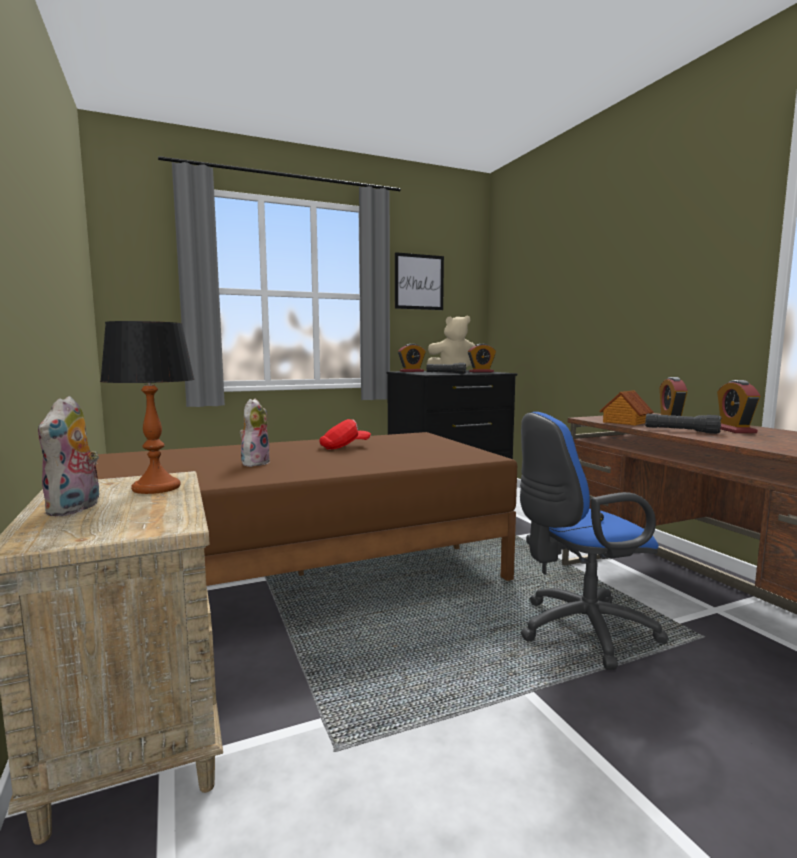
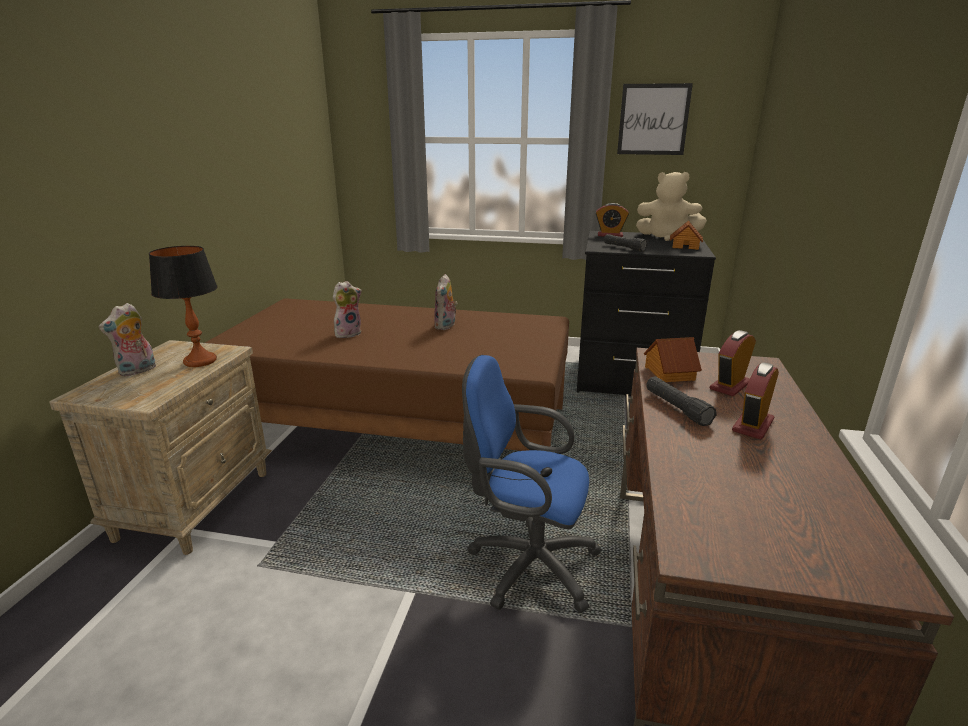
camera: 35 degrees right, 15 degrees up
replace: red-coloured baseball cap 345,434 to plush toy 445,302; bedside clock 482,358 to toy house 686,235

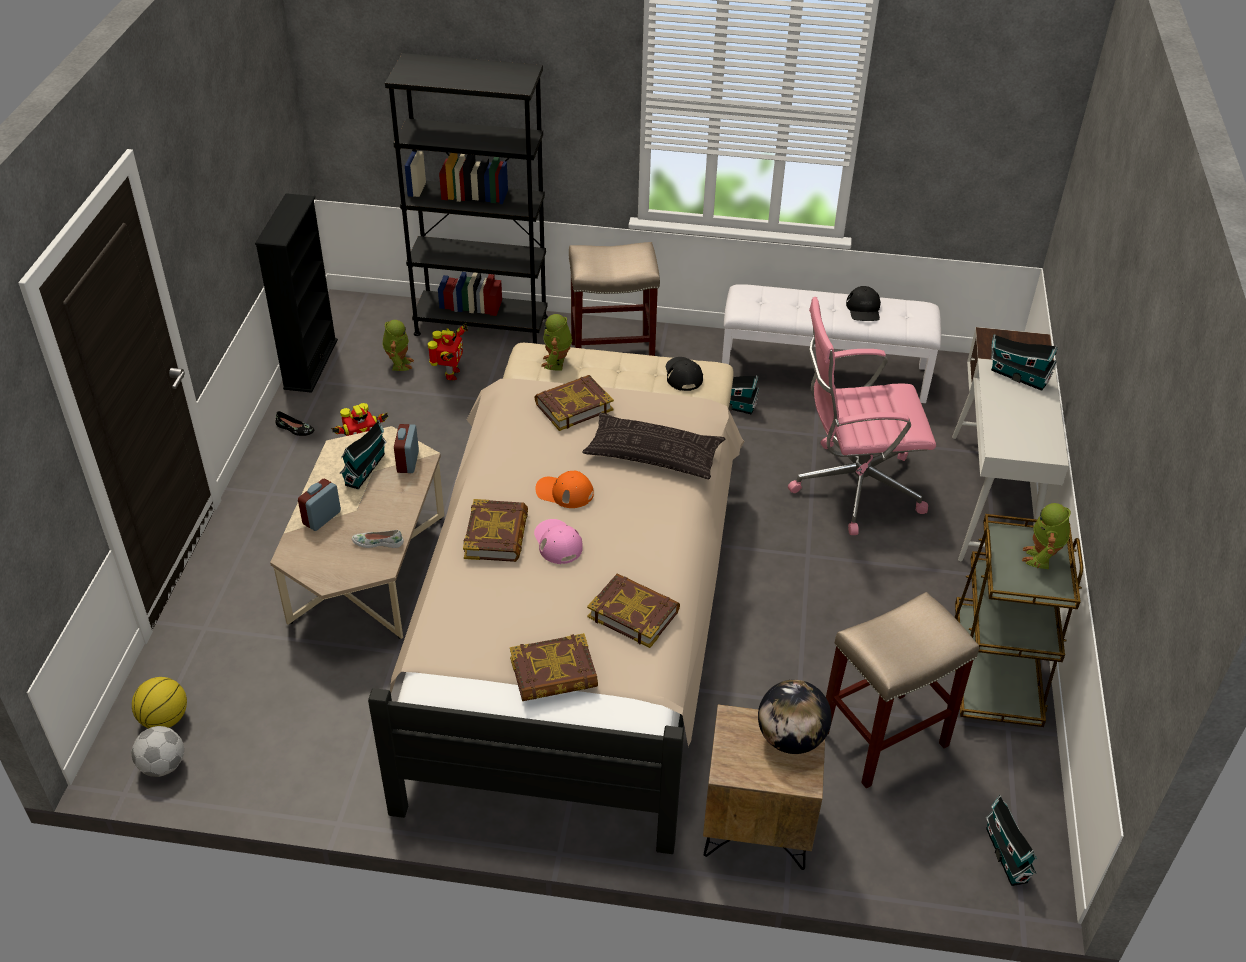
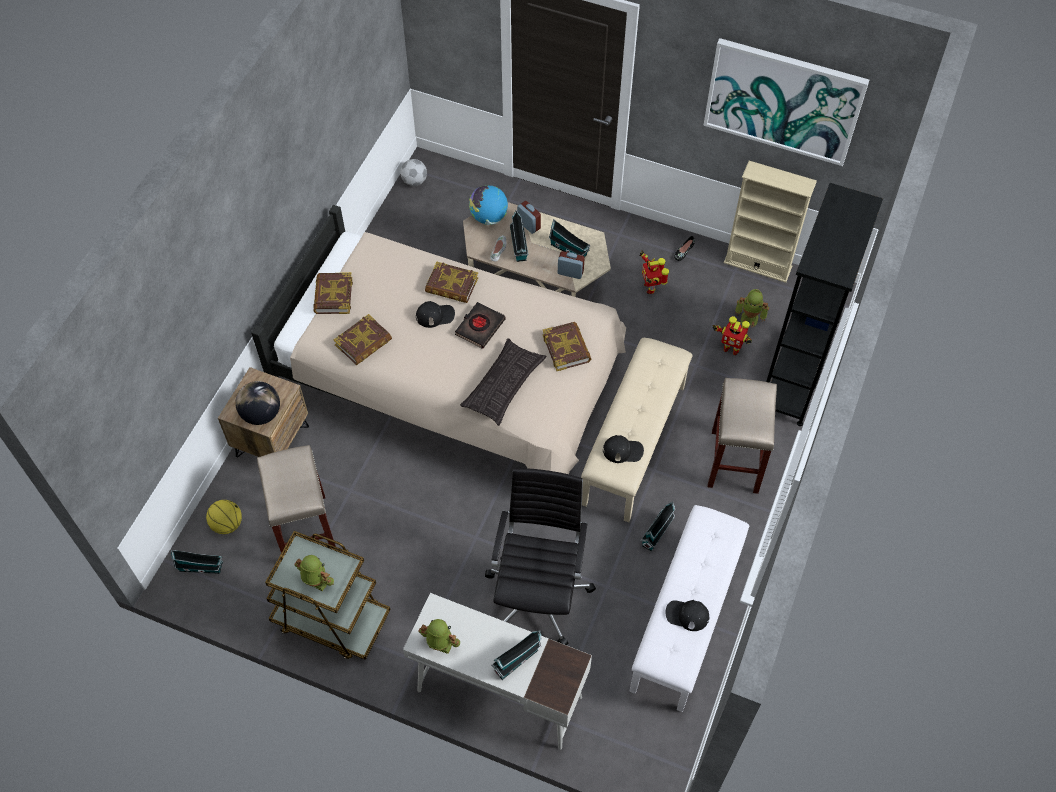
camera: 105 degrees right, 15 degrees up
insert: globe 488,205; toy house 519,236; wall art 786,102
move: basketball 159,702 to 224,517; model robot 556,342 to 439,636
replace: orange-coloured baseball cap 564,489 to black volume 480,325
recolor: black bookcase 296,293 to sand-coloured bookcase 770,222; pink baseball cap 558,541 to black baseball cap 435,314; pink office chair 862,416 to black office chair 540,556

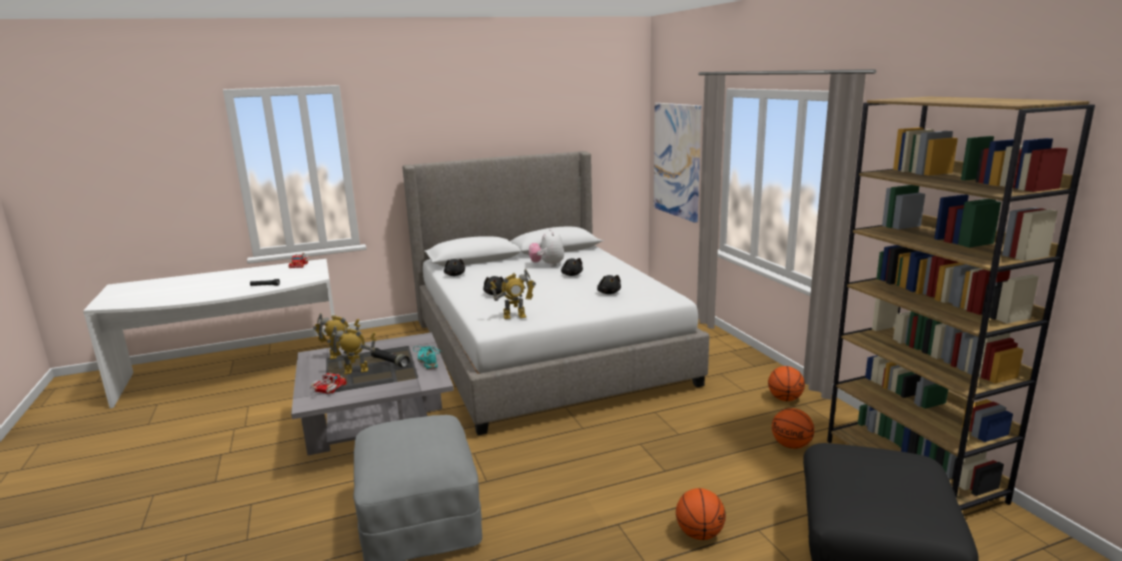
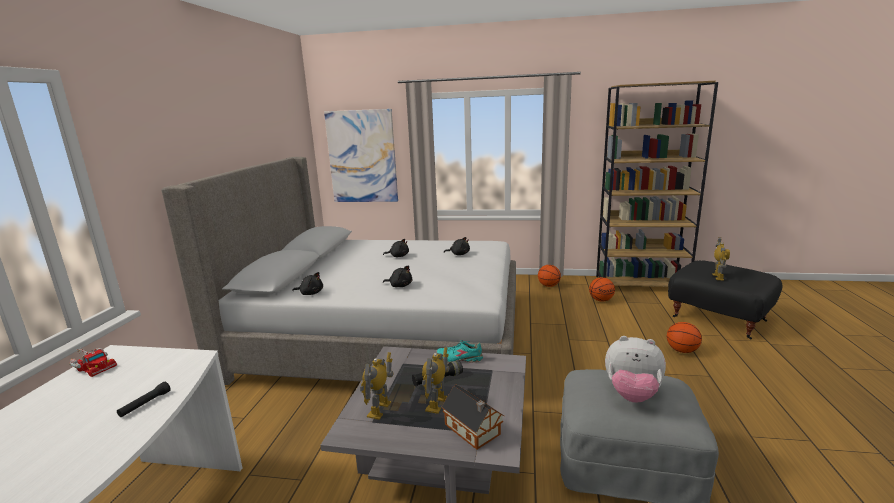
camera: 60 degrees left, 0 degrees up
move: model robot 513,294 to 721,259; plush toy 546,247 to 635,369
replace: toy lorry 328,383 to toy house 472,417

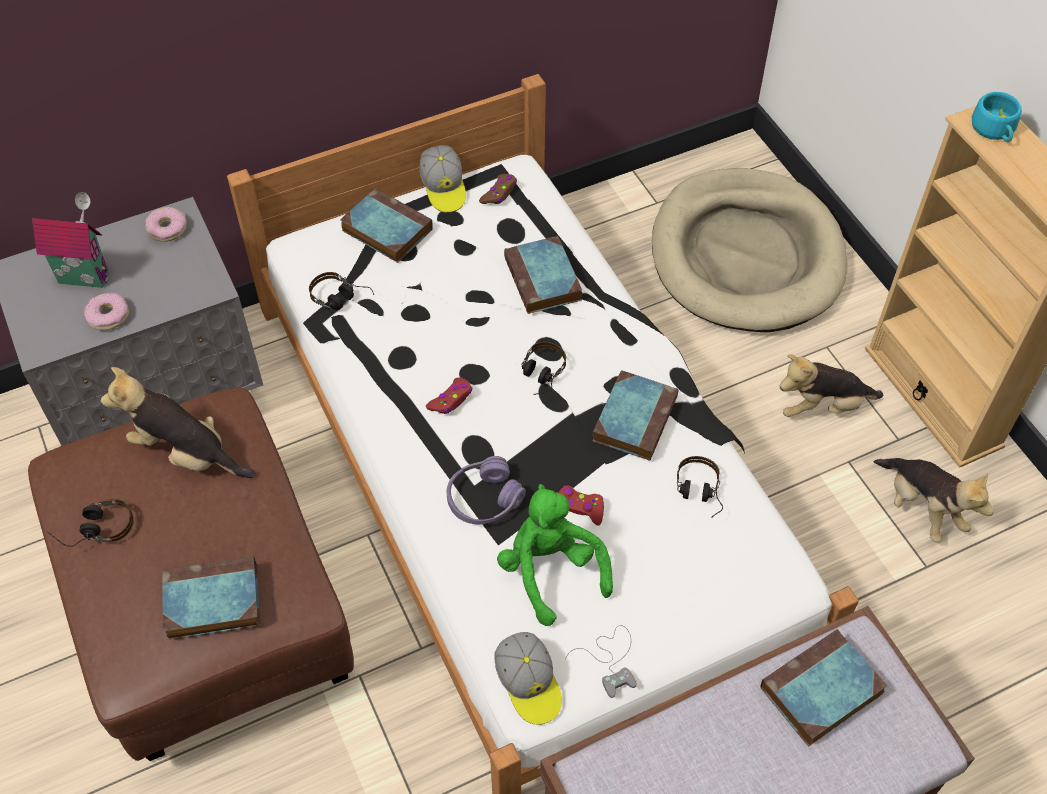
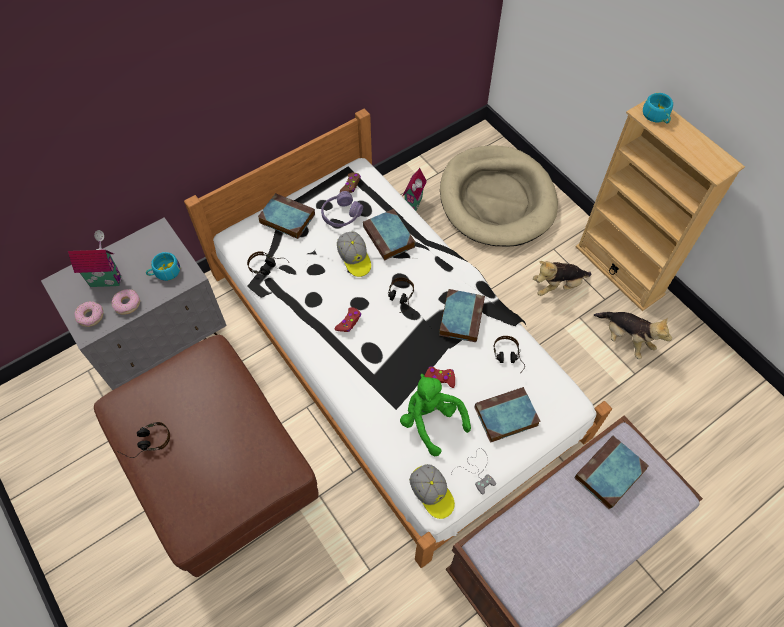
camera: 10 degrees left, 5 degrees up
delete: plush toy 178,422
insert: turquoise-coloured small cup 163,266; toy house 414,189
move: doughnut 166,224 to 88,314; volume 211,598 to 508,415; baseball cap 442,179 to 354,254; purple-coloured headphones 486,490 to 342,209

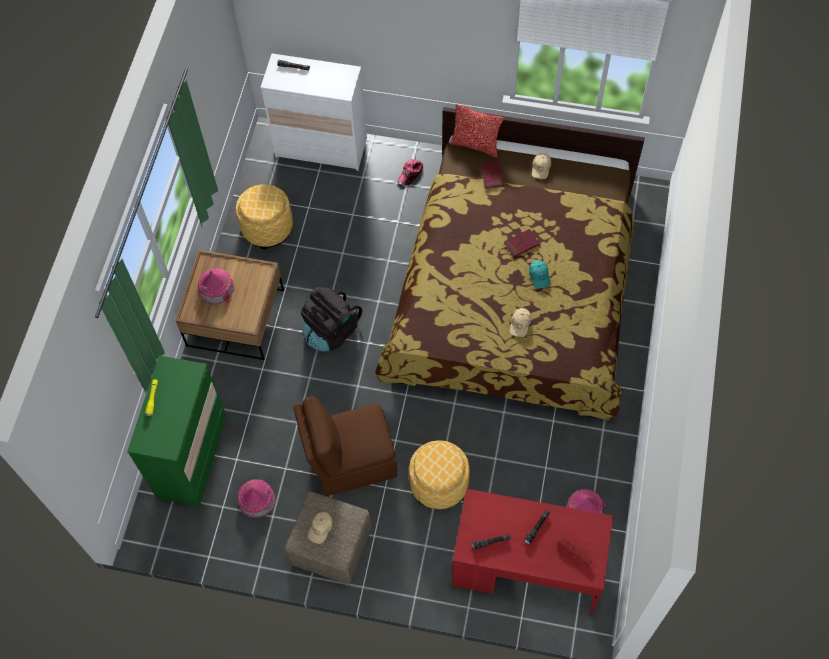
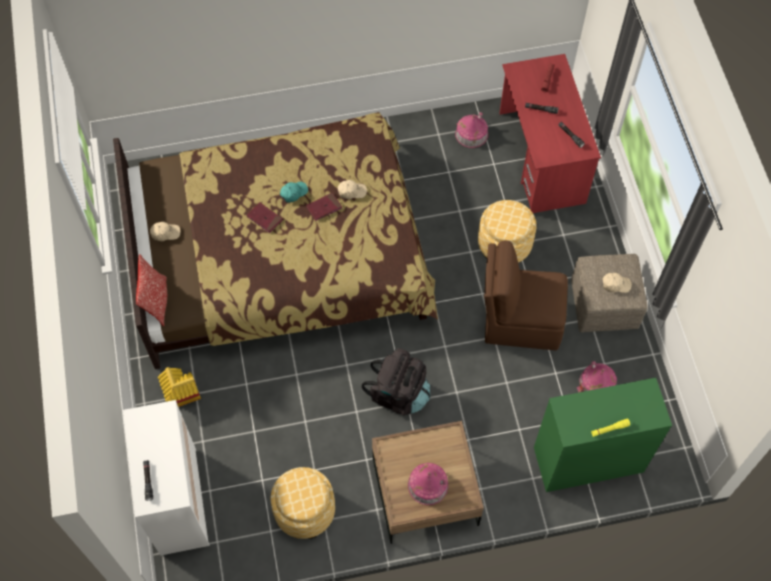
camera: 115 degrees left, 0 degrees up
move: red-coloured volume 492,175 to 324,207
replace: baseball cap 410,172 to toy house 179,387
rotate: brown plain chair 345,446 = 526,295 135 degrees clockwise

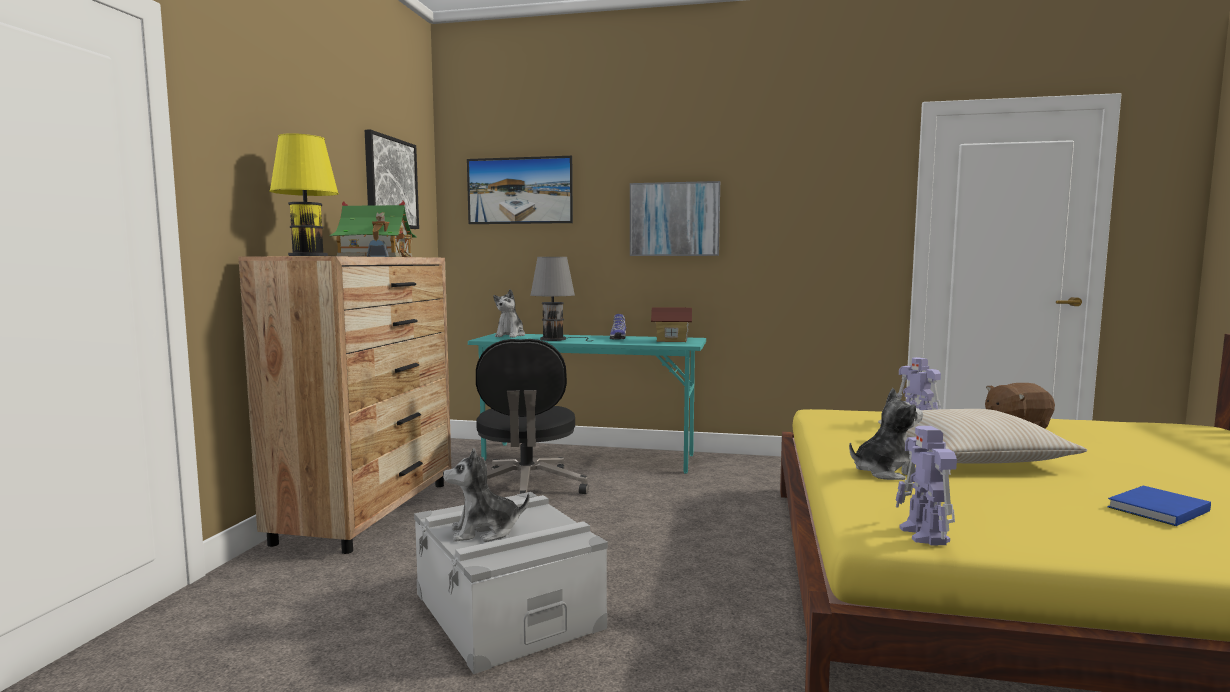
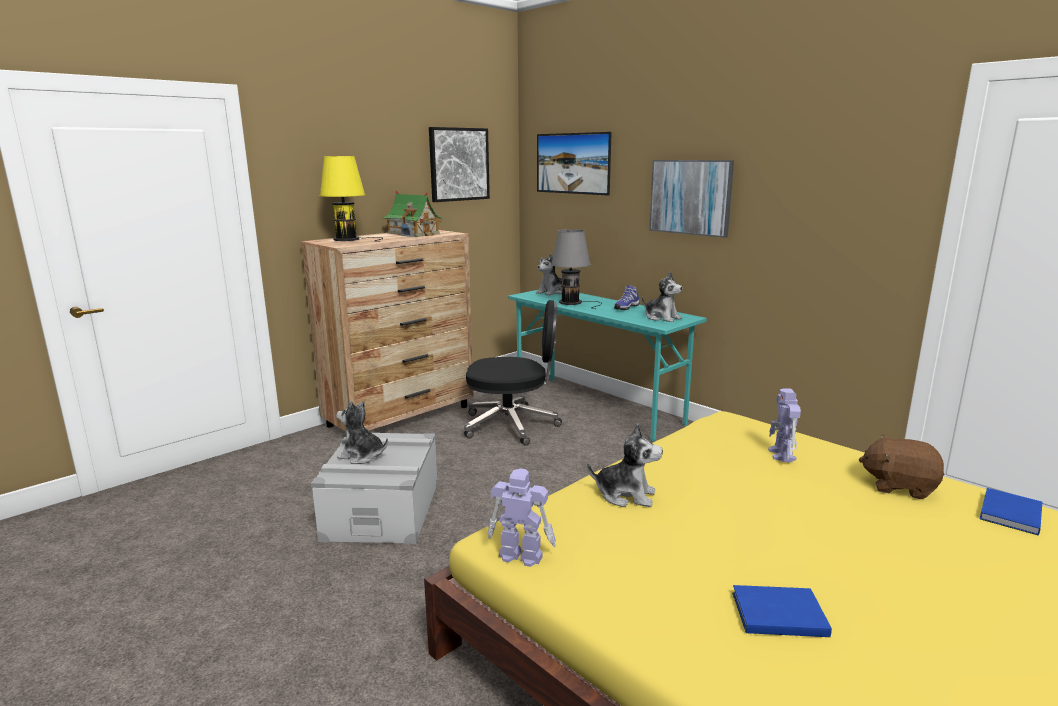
camera: 35 degrees right, 10 degrees up
delete: sand-coloured pillow 982,436
insert: bluish volume 1011,512
replace: toy house 671,324 to plush toy 662,296
rotate: black office chair 526,418 = 513,373 120 degrees counterclockwise; model robot 926,485 = 521,517 75 degrees clockwise

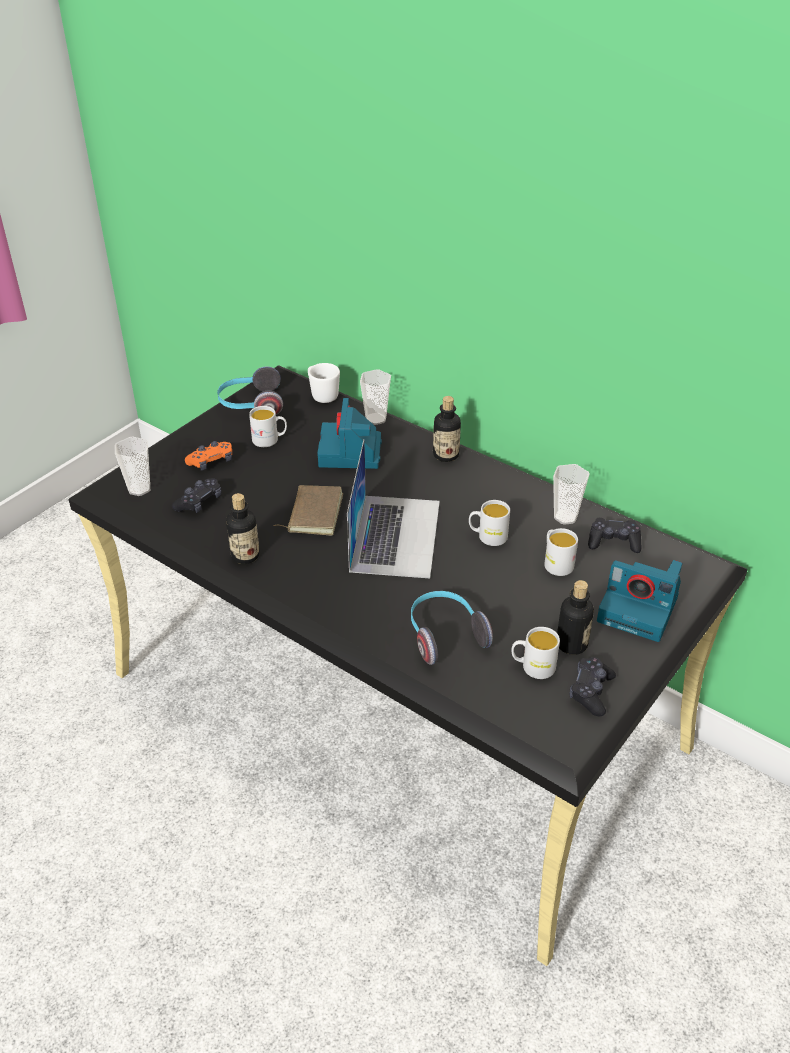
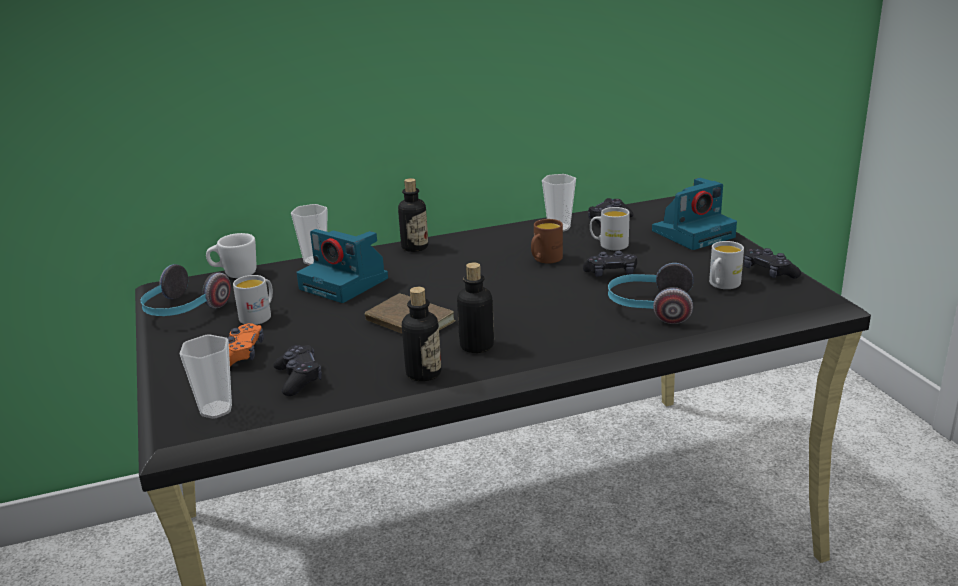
camera: 55 degrees left, 15 degrees down
delete: laptop 393,508
insert: black gamepad 610,264
move: beverage bottle 575,617 to 475,307
recolor: whitish coffee mug 489,523 to brown coffee mug 547,241

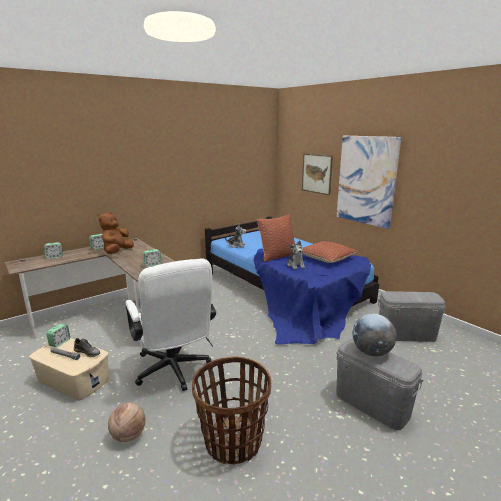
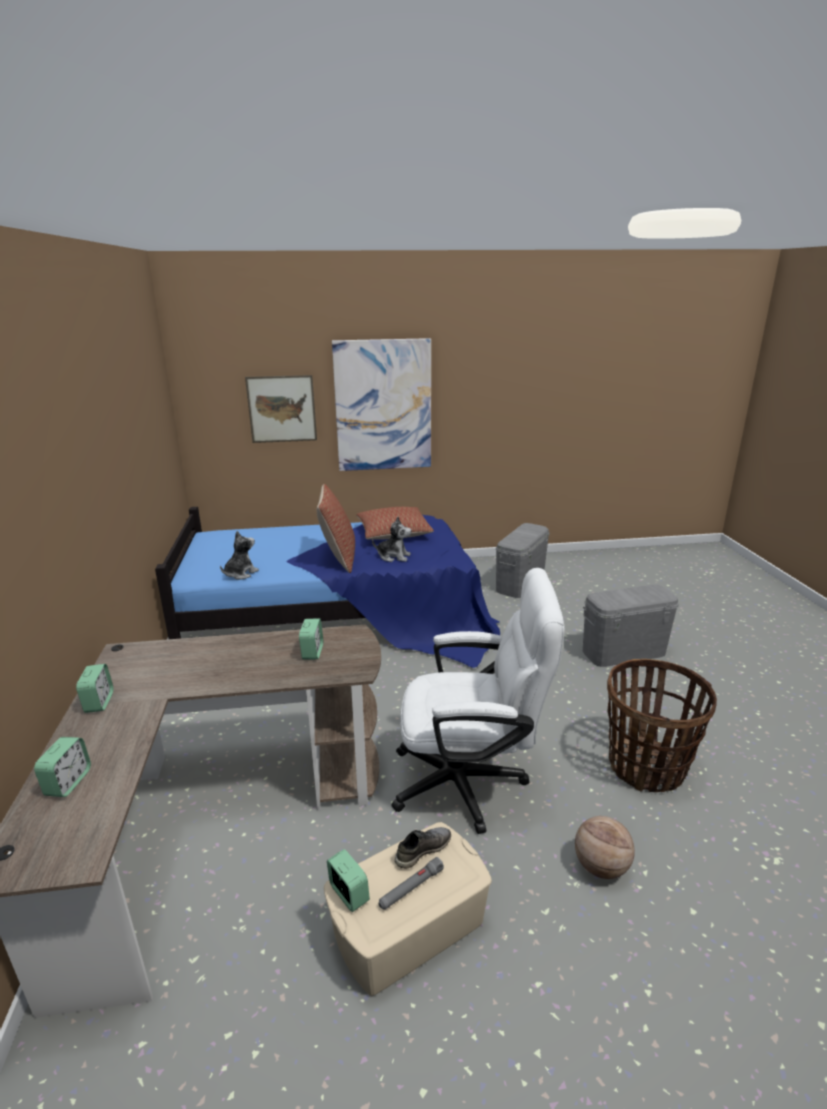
camera: 60 degrees left, 5 degrees up
delete: brown plush toy 116,233; globe 375,335

